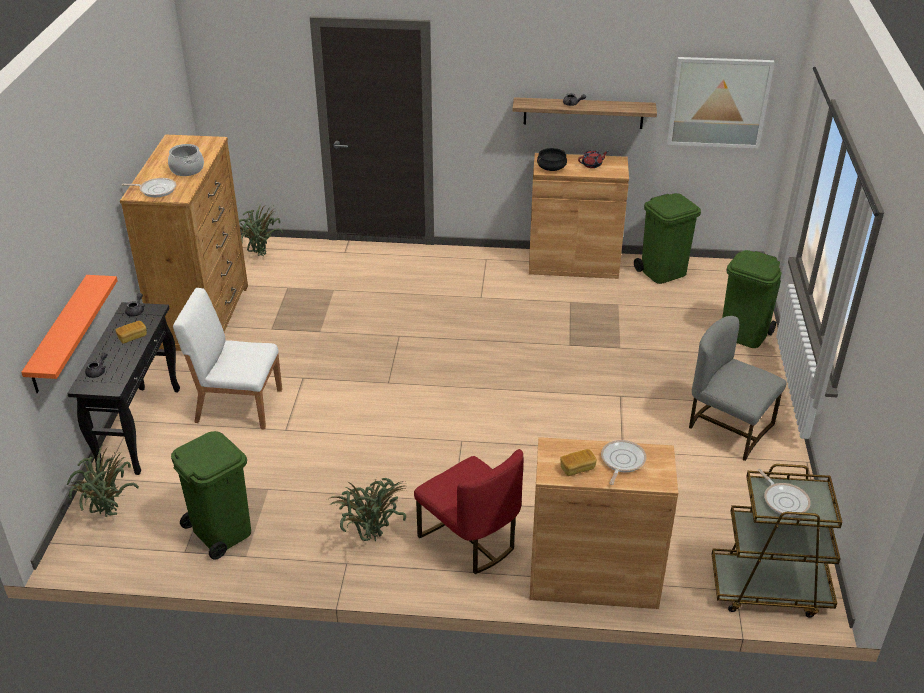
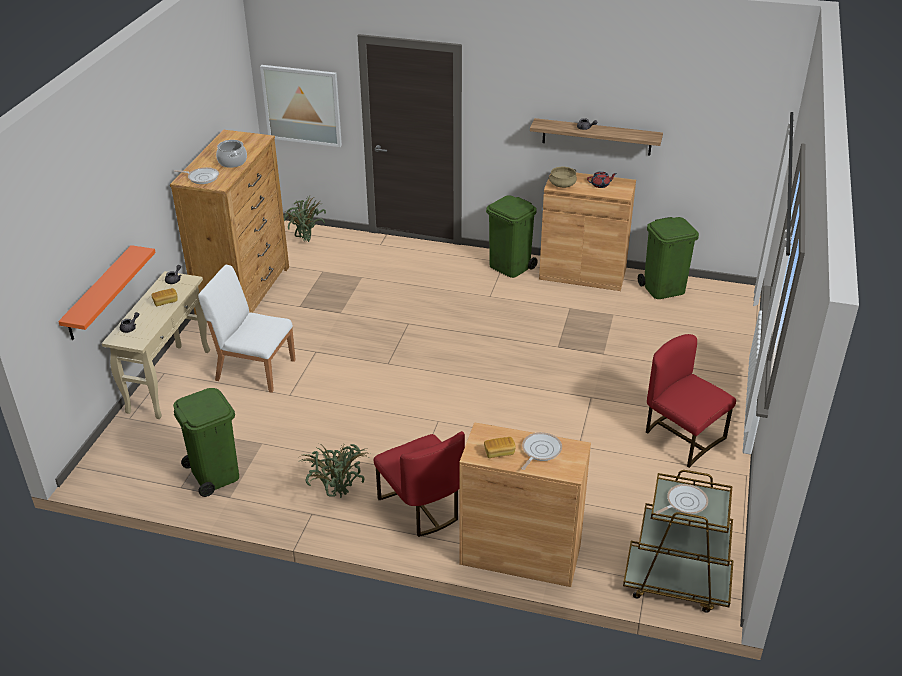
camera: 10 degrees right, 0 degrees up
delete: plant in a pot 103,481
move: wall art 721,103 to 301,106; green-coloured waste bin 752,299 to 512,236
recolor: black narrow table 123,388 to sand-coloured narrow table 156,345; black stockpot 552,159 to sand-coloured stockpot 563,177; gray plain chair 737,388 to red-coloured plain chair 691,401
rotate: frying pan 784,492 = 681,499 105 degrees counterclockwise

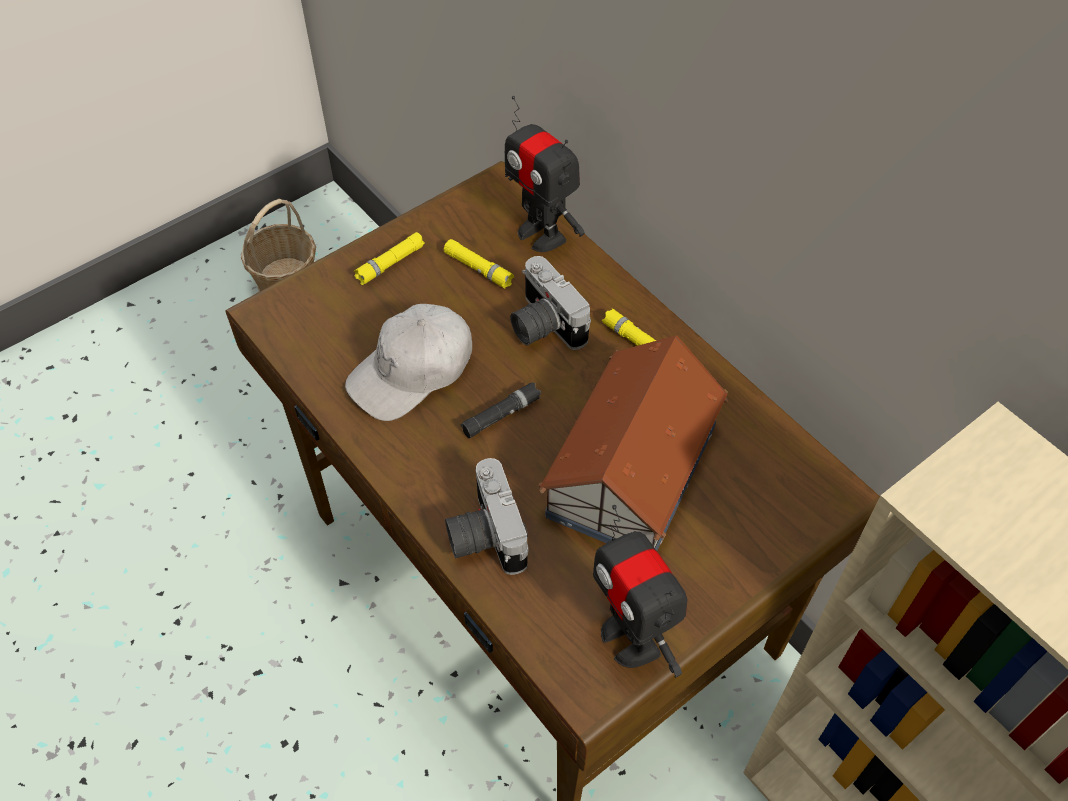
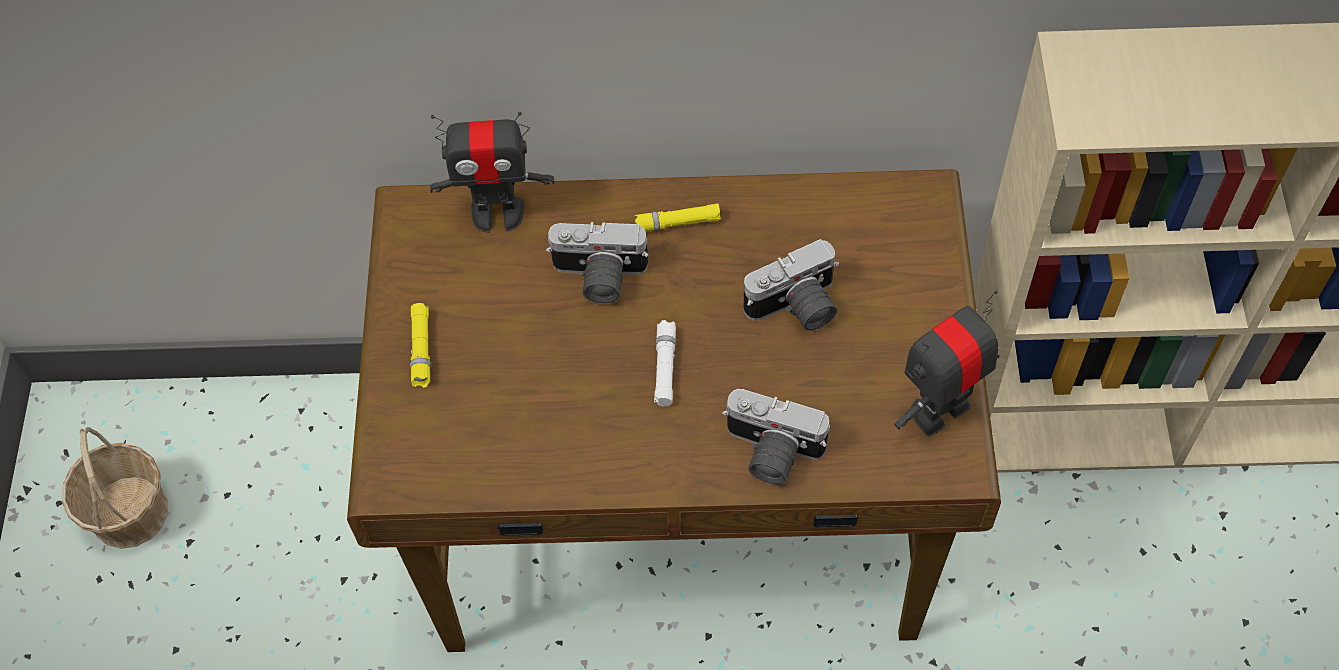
camera: 50 degrees left, 5 degrees up
delete: whitish baseball cap 408,362; yellow torch 479,264
replace: toy house 633,443 to still camera 791,285
recolor: black torch 501,410 to whitish torch 665,363
rotate: model robot 640,591 = 947,363 135 degrees clockwise

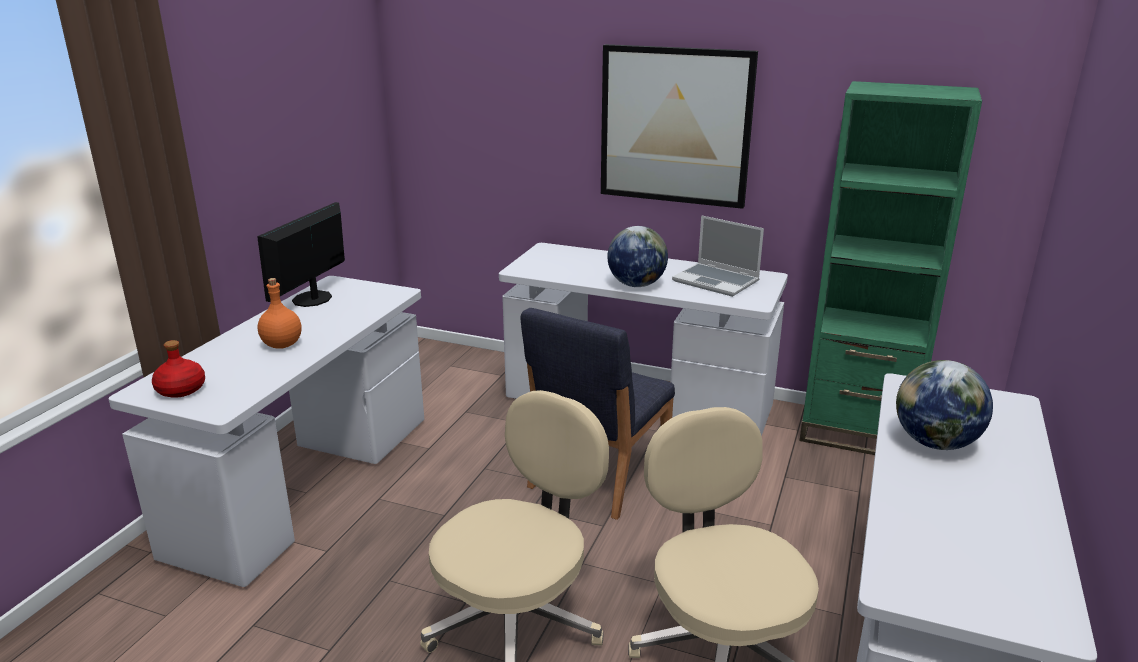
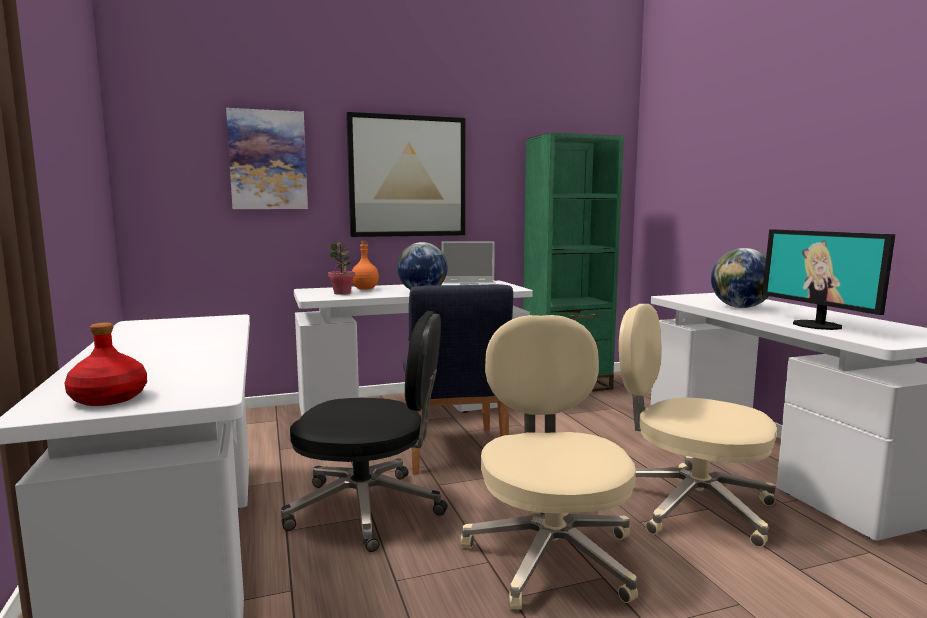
camera: 40 degrees left, 15 degrees down
insert: wall art 267,158; black office chair 364,431; plant in a pot 341,268
move: computer display 301,254 to 828,279; orange-coloured beverage bottle 280,313 to 365,265

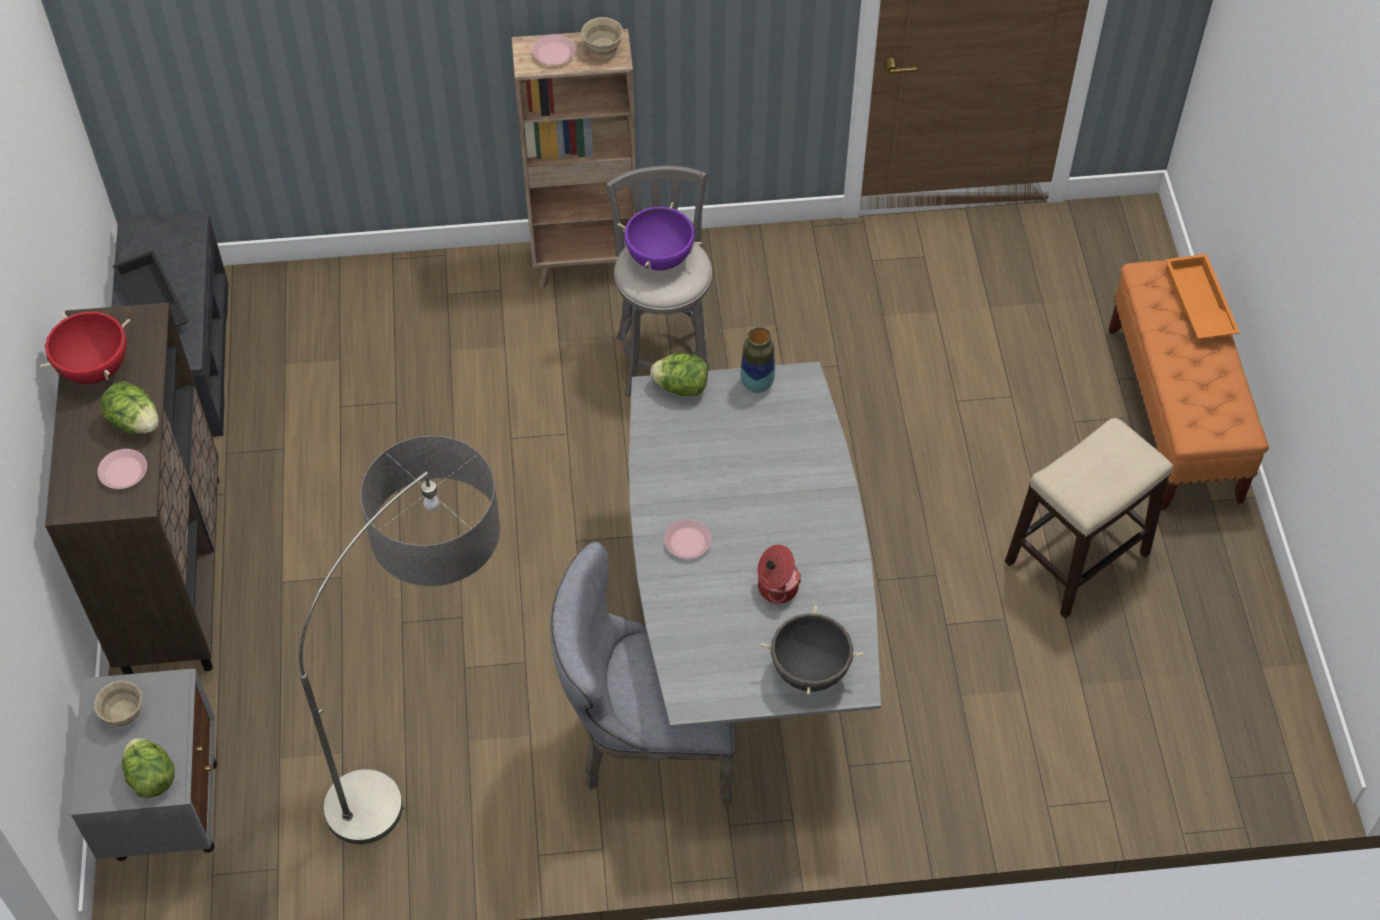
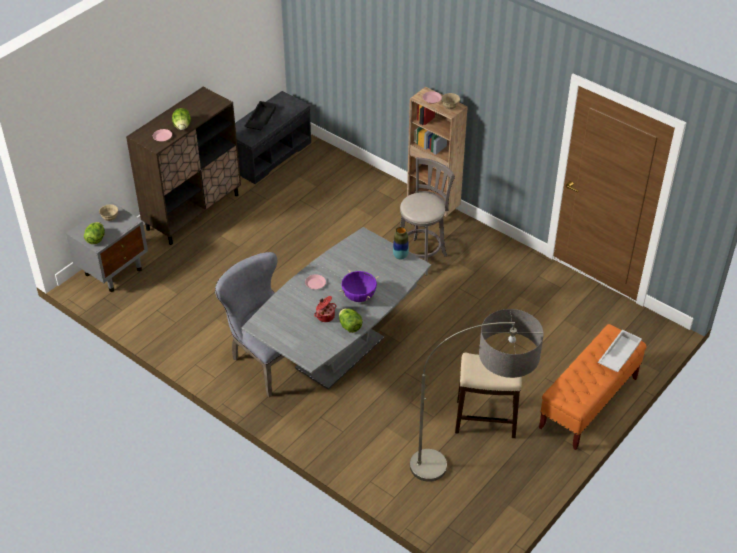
camera: 45 degrees right, 10 degrees down
delete: red-coloured stockpot 85,348; black stockpot 812,650
move: floor lamp 399,640 to 477,395; purple-coloured stockpot 659,236 to 359,286; lettuce 679,374 to 351,321
recolor: orange-coloured serving tray 1203,296 to whitish serving tray 620,351

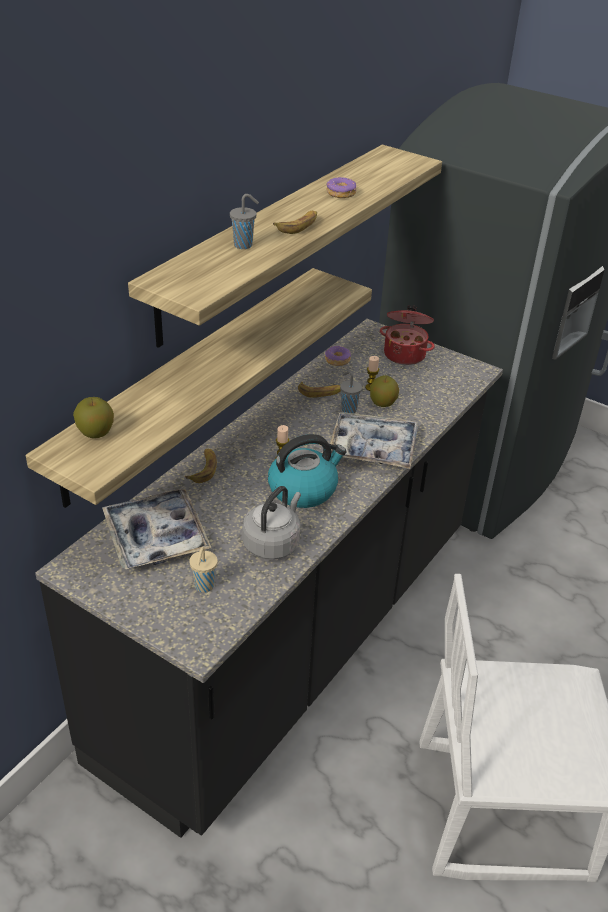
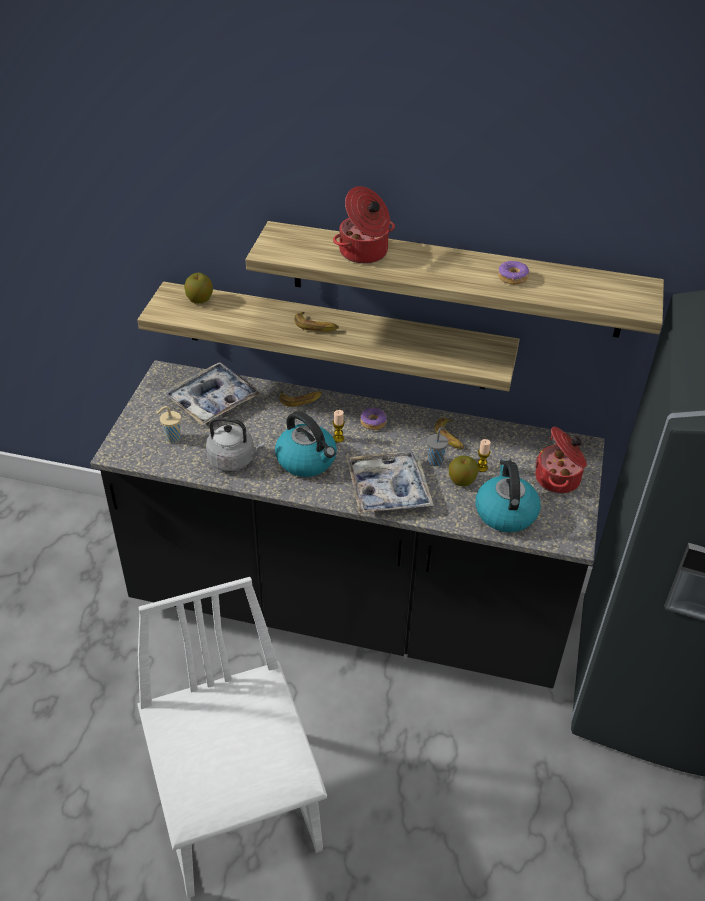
camera: 70 degrees right, 5 degrees up
insert: kettle 508,495
move: whole banana 295,222 to 316,322; doughnut 338,356 to 373,419
replace: gray small cup 244,221 to stockpot 364,225

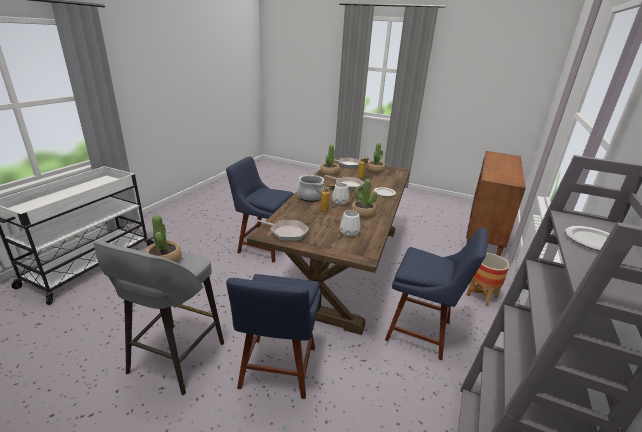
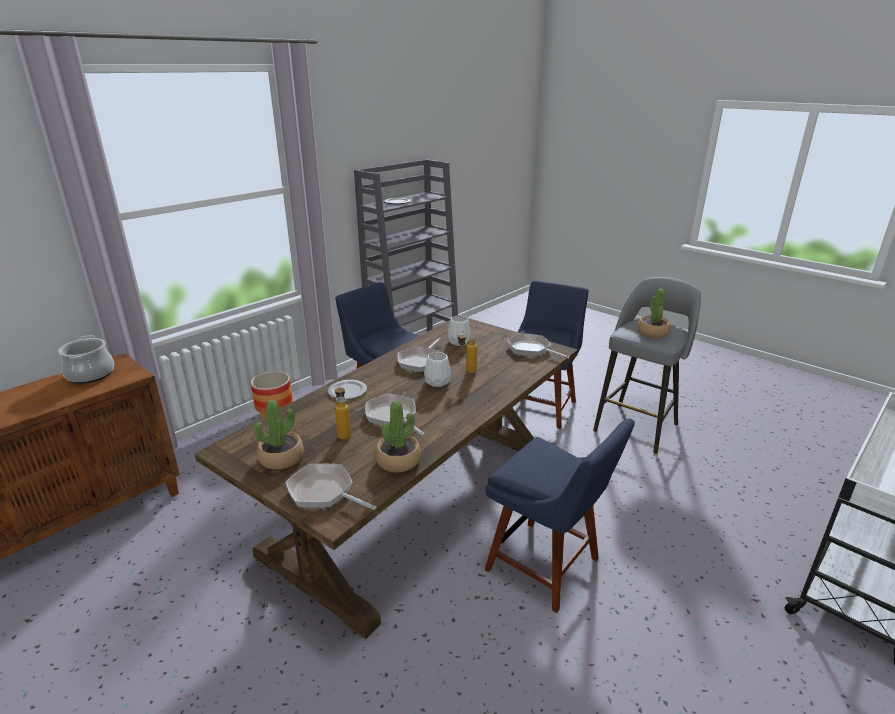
camera: 160 degrees left, 0 degrees up
move: stockpot 310,188 to 86,359
replace: plant in a pot 364,198 to frying pan 419,355

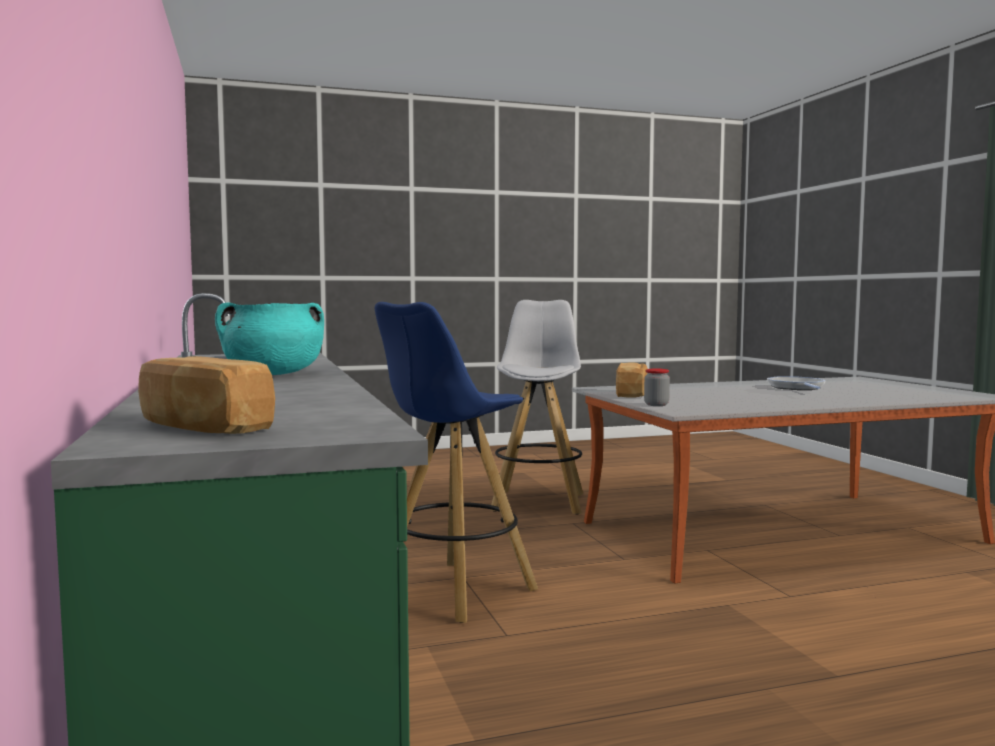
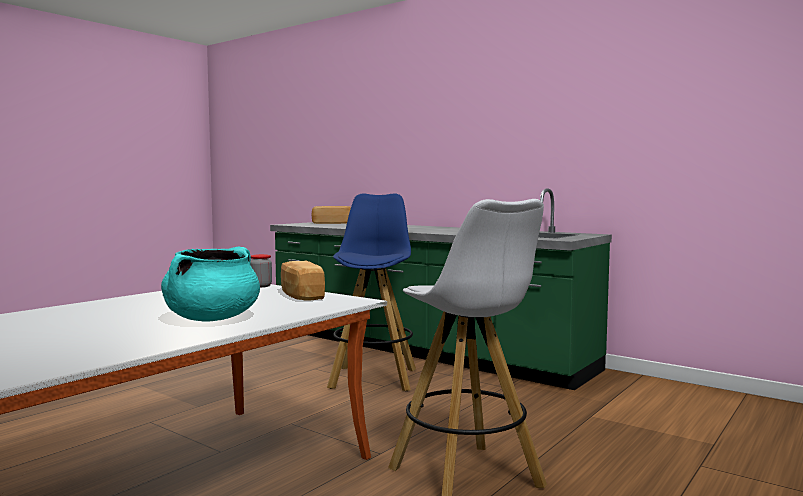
camera: 145 degrees right, 0 degrees up
delete: frying pan 796,383
move: turquoise-coloured stockpot 269,338 to 210,284

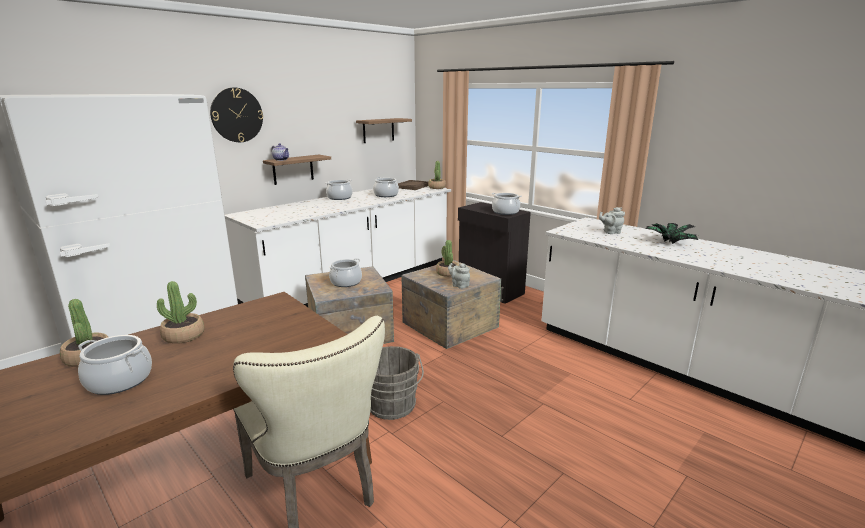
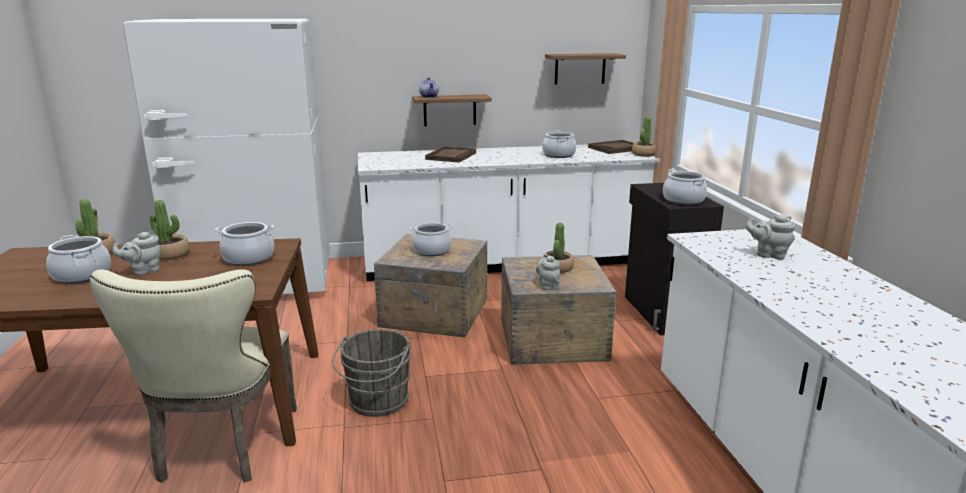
camera: 35 degrees right, 0 degrees up
delete: clock on the wall 236,115; plant in a pot 671,233
insert: gray tea pot 136,253; brown serving tray 450,154
move: stockpot 339,189 to 244,244

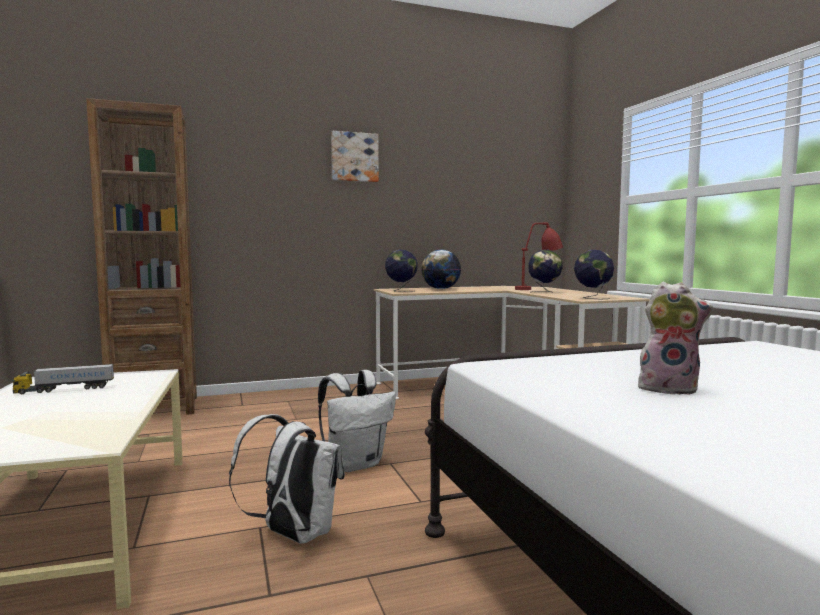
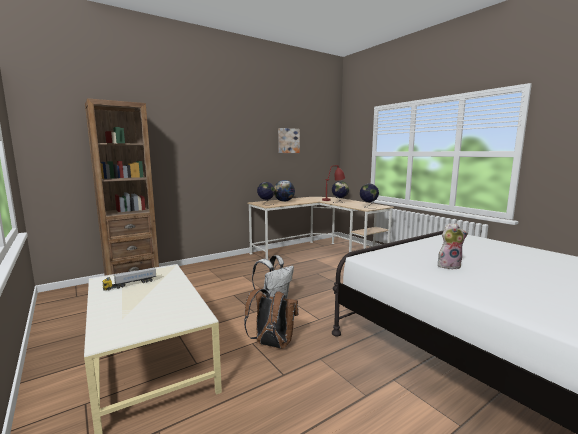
camera: 15 degrees left, 5 degrees up
move: wall art 355,156 to 289,140
recolor: whitish rucksack 287,479 to brown rucksack 271,318

